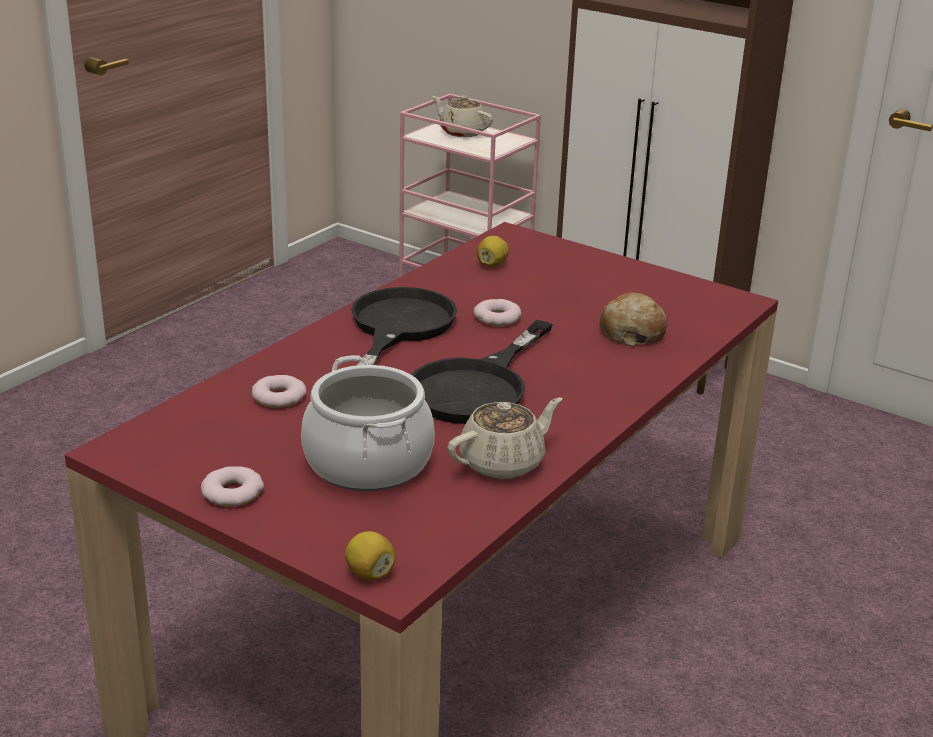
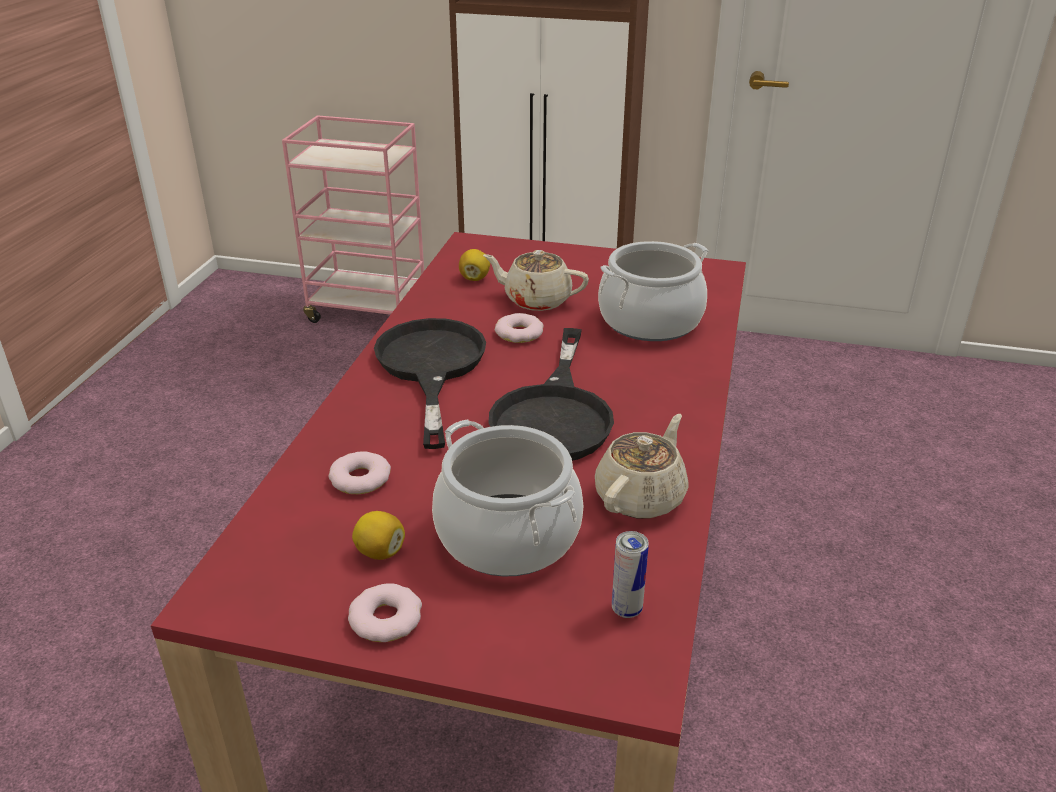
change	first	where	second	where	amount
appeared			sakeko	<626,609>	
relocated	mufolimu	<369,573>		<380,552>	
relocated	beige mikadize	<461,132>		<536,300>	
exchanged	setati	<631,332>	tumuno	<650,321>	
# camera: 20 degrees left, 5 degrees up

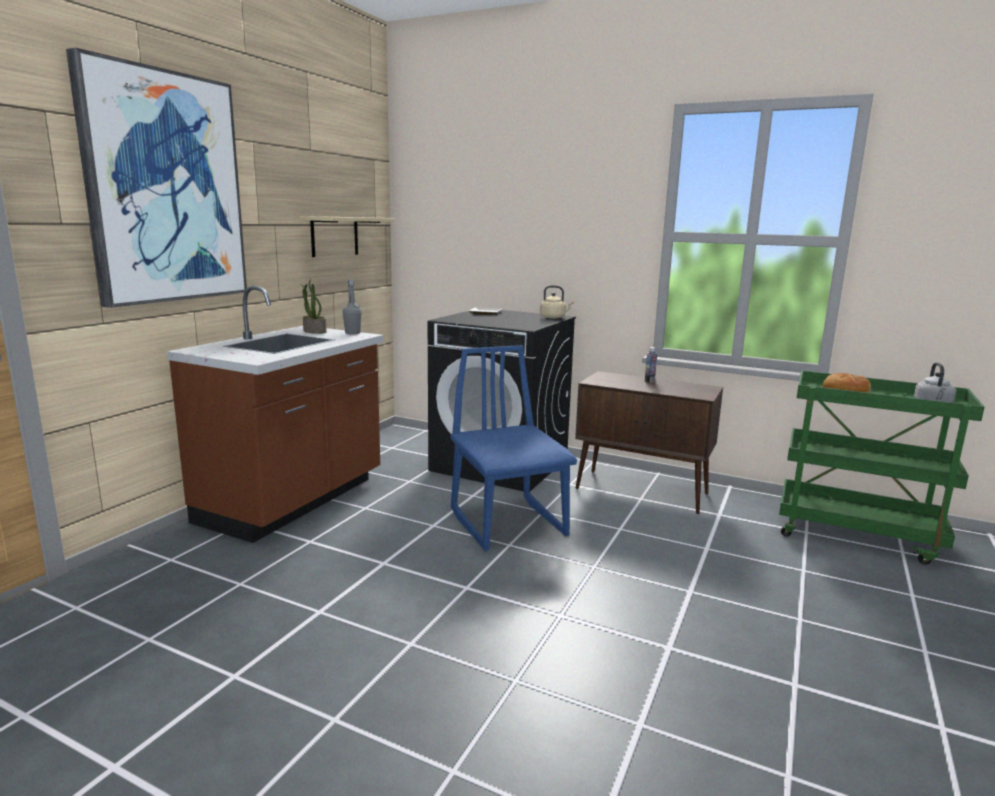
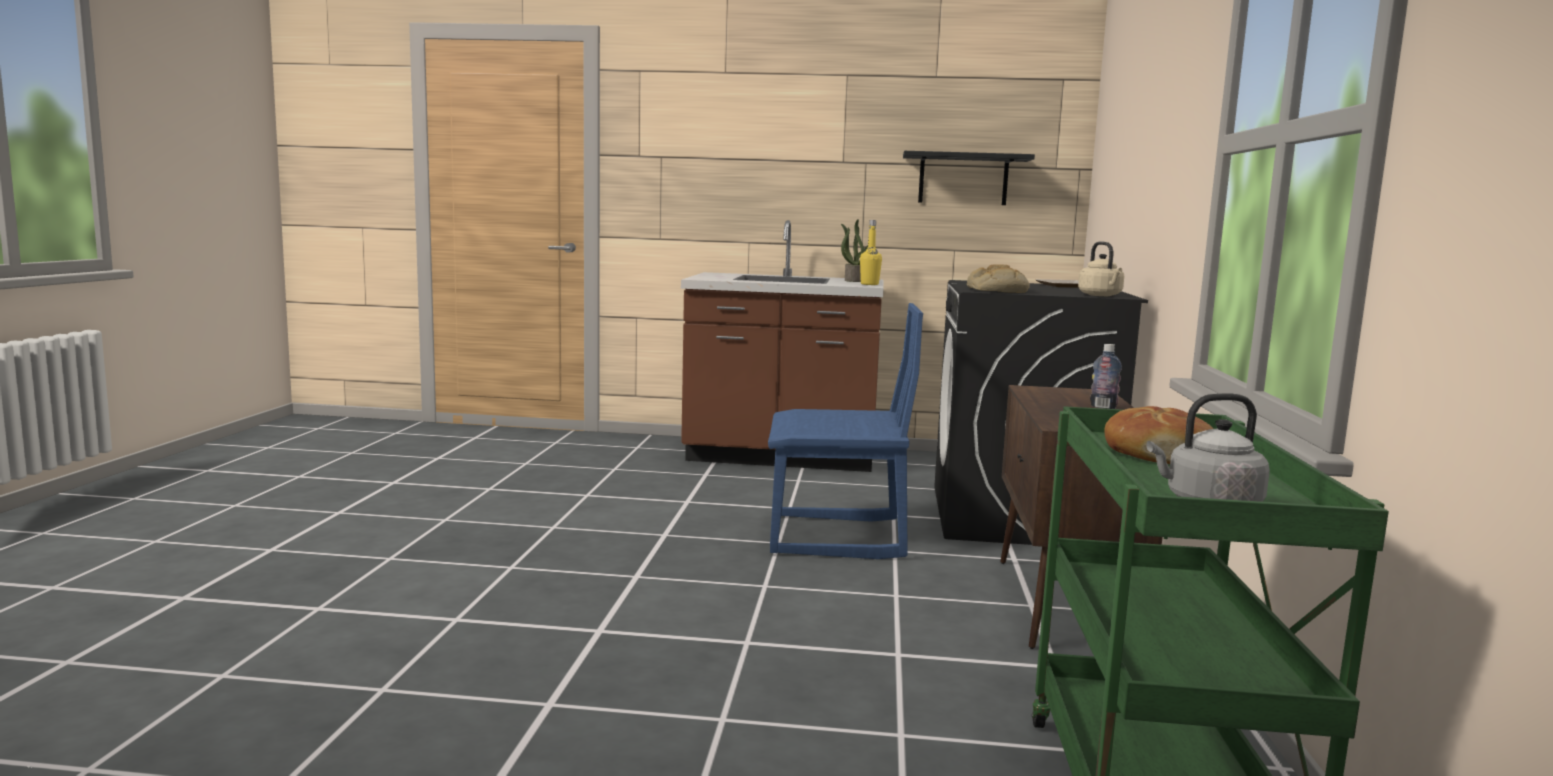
change	first	where	second	where	amount
missing	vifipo	<165,188>			
appeared			setati	<996,290>	
colour	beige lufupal	<334,236>	black lufupal	<963,179>	
colour	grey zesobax	<352,333>	yellow zesobax	<869,284>	
spun	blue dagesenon	<509,523>		<836,537>	45 degrees clockwise
# camera: 70 degrees right, 5 degrees down

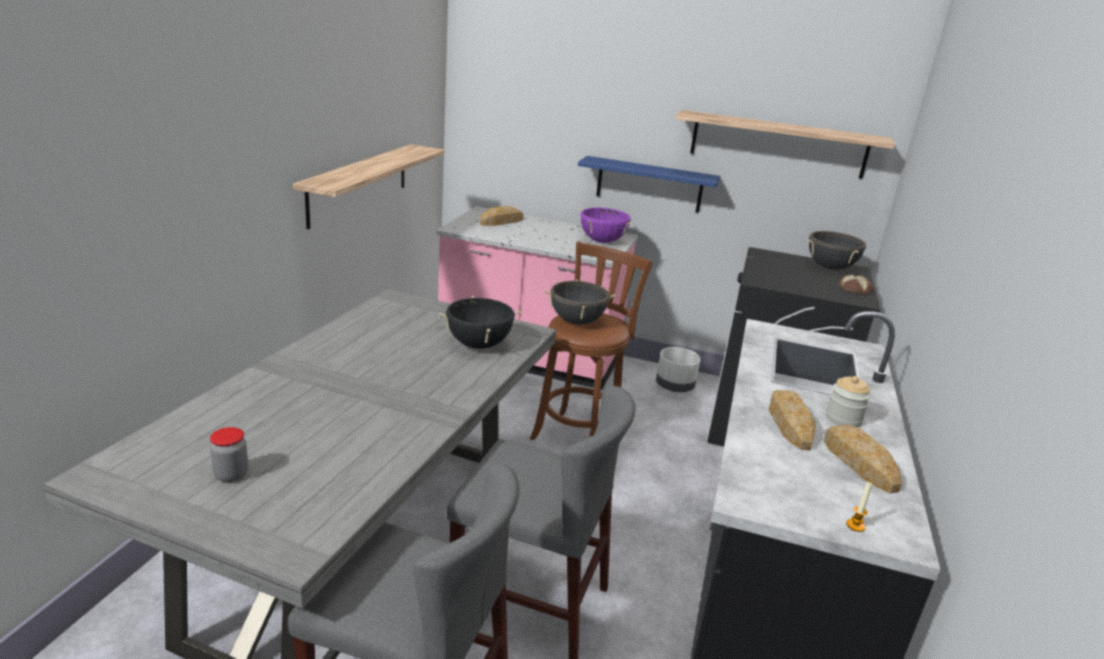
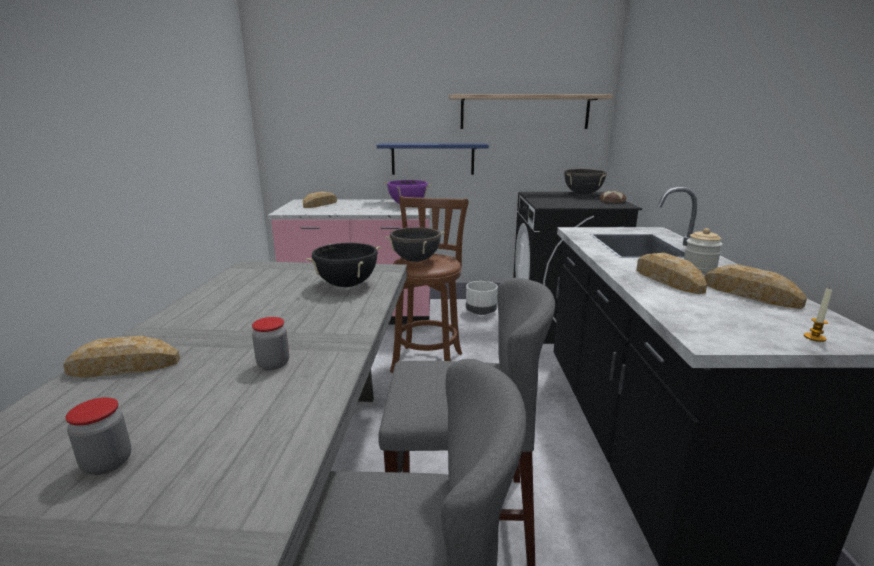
change	first	where	second	where	amount
missing	lufupal	<359,183>			
appeared			setati	<124,366>	
appeared			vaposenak	<273,364>	
# camera: 15 degrees left, 5 degrees down

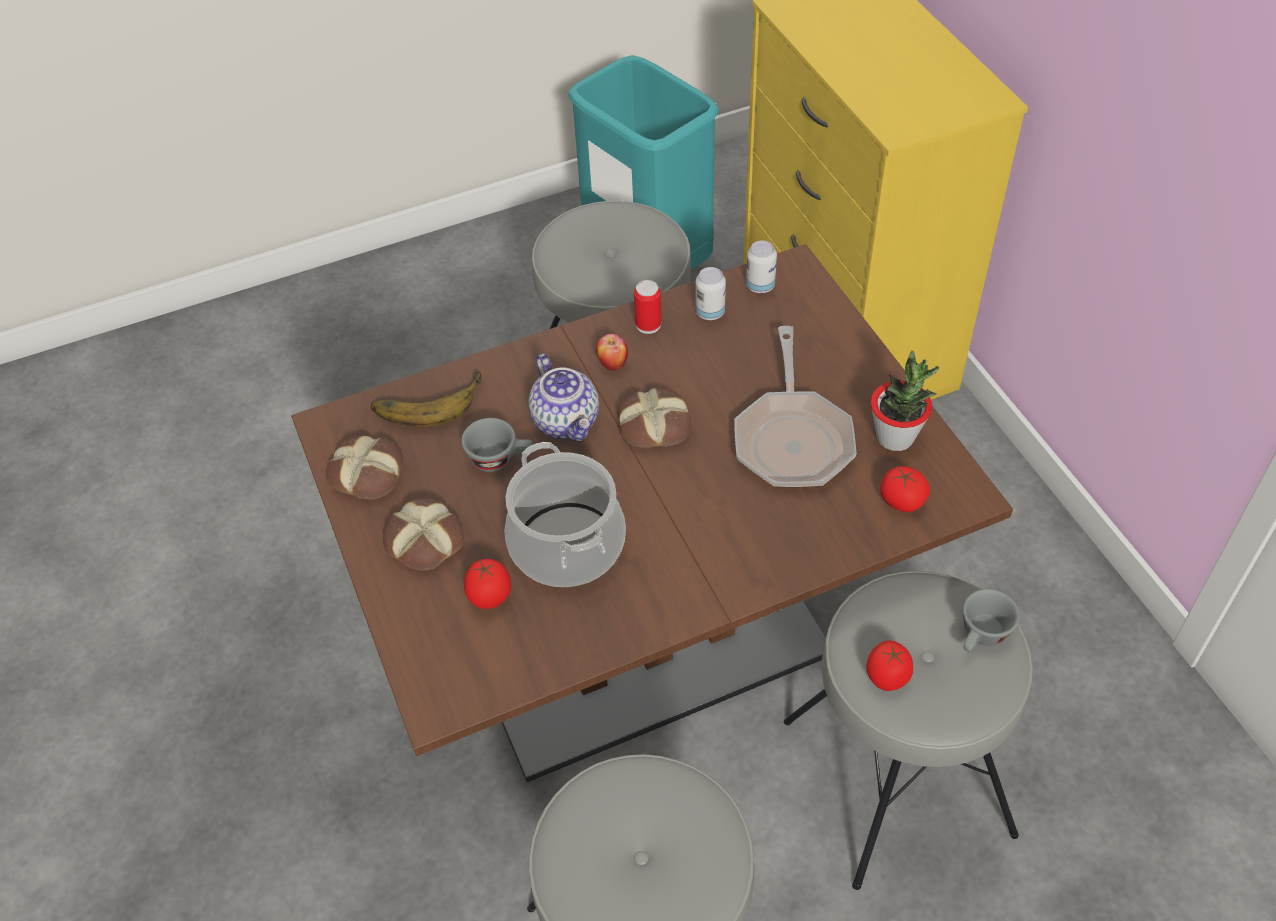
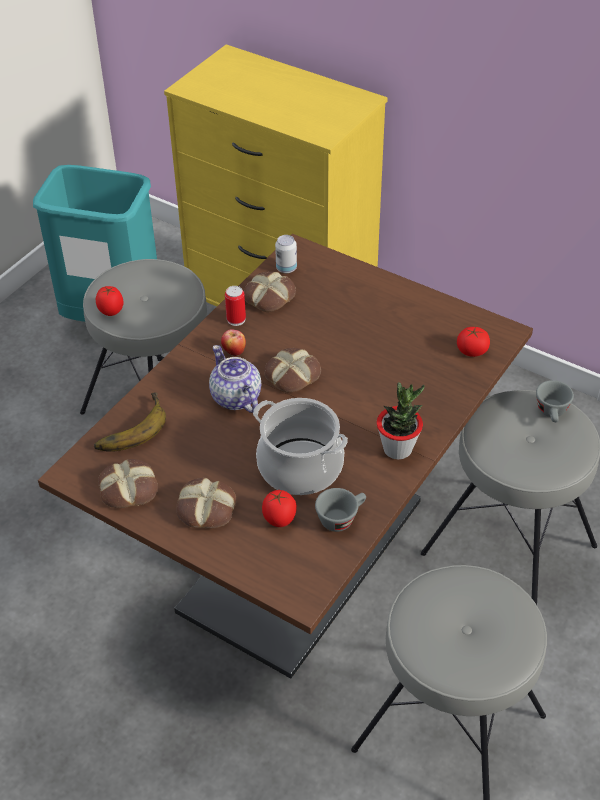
change	first	where	second	where	amount
missing	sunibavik	<792,438>			
relocated	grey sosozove	<500,458>		<341,518>	
relocated	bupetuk	<887,677>		<111,311>	
relocated	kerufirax	<895,437>		<398,449>	
exchanged	sakeko	<710,312>	setati	<269,296>	
spun	mikadize	<567,421>		<235,397>	150 degrees counterclockwise
# camera: 35 degrees left, 5 degrees down

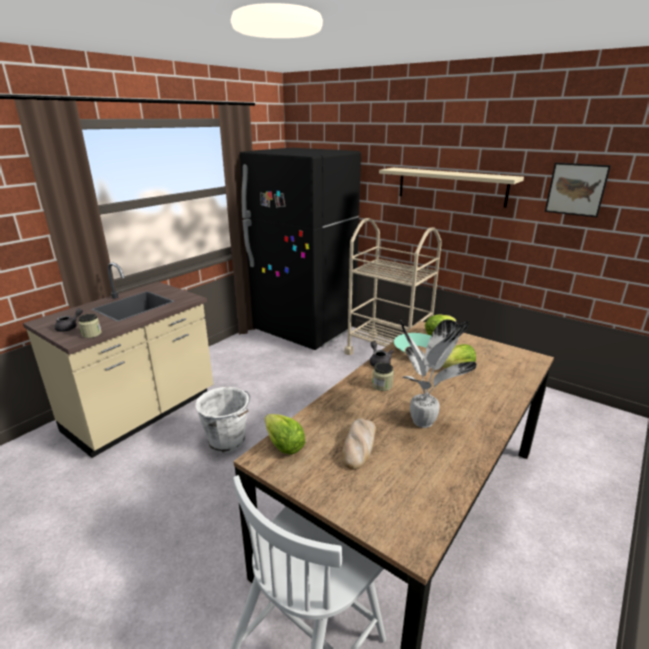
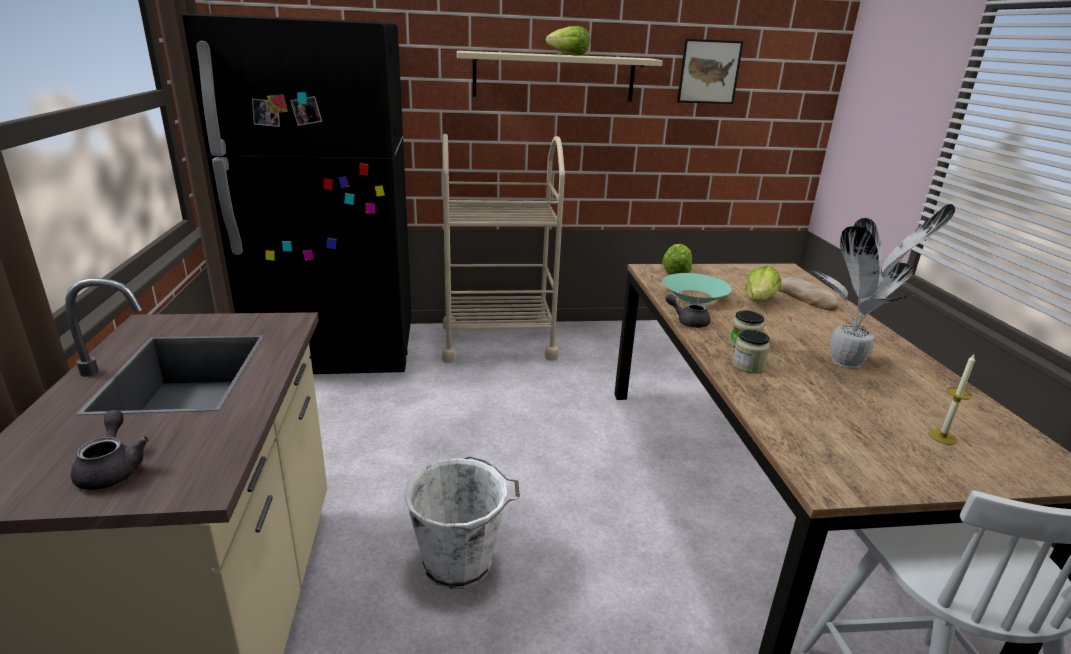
change	first	where	second	where	amount
appeared			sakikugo	<942,437>	
relocated	vaposenak	<91,334>		<748,365>	
relocated	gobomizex	<284,445>		<569,55>	
relocated	setati	<359,446>		<806,298>	
# camera: 45 degrees left, 0 degrees up

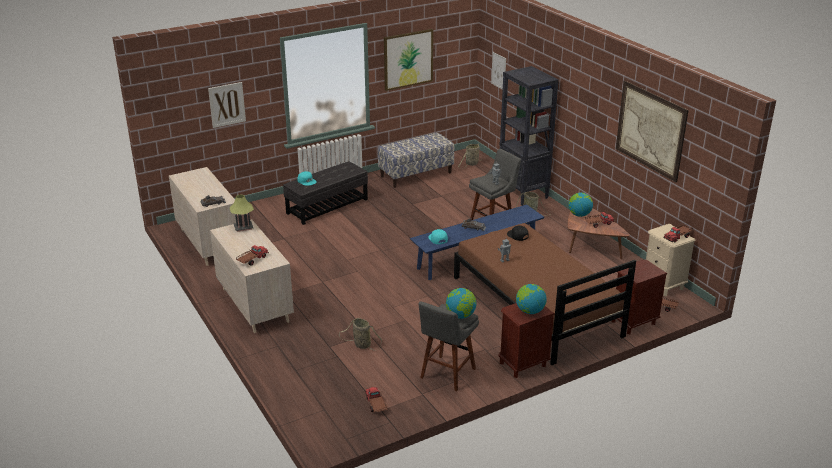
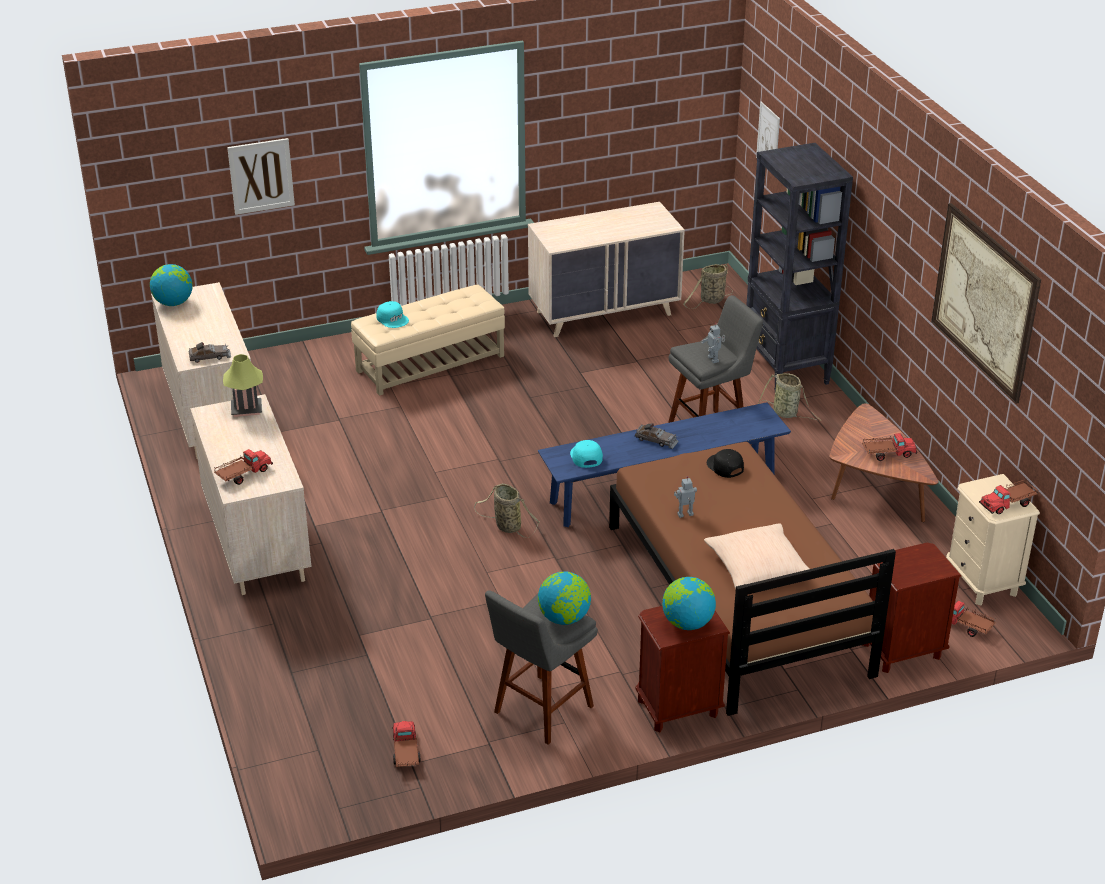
change	first	where	second	where	amount
missing	vifipo	<408,59>			
appeared			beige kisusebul	<757,568>	
relocated	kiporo	<361,344>		<506,526>	
relocated	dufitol	<579,215>		<173,303>	
exchanged	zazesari	<416,174>	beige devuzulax	<604,313>	
colour	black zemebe	<327,206>	beige zemebe	<430,363>	
# camera: 10 degrees right, 5 degrees up

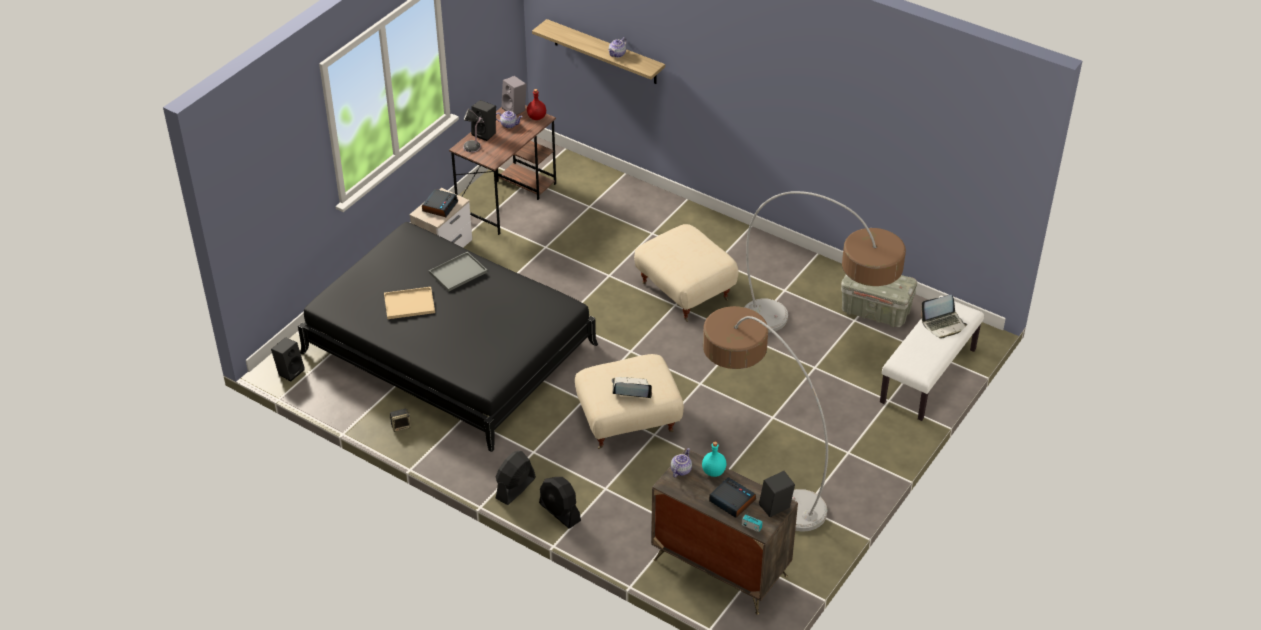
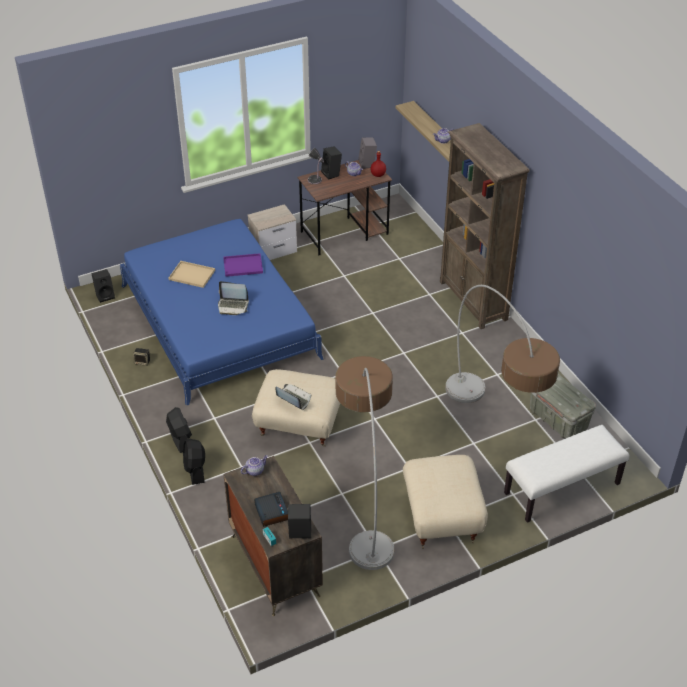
change	first	where	second	where	amount
missing	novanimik	<440,206>			
missing	turquoise zesobax	<713,472>			
appeared			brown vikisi	<473,301>	
relocated	beige zemebe	<686,291>		<443,517>	
relocated	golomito	<943,324>		<233,306>	
colour	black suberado	<449,348>	blue suberado	<219,321>	
colour	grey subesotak	<457,273>	purple subesotak	<242,266>	
spun	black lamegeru	<515,488>		<180,438>	90 degrees clockwise
# camera: 30 degrees right, 0 degrees up

